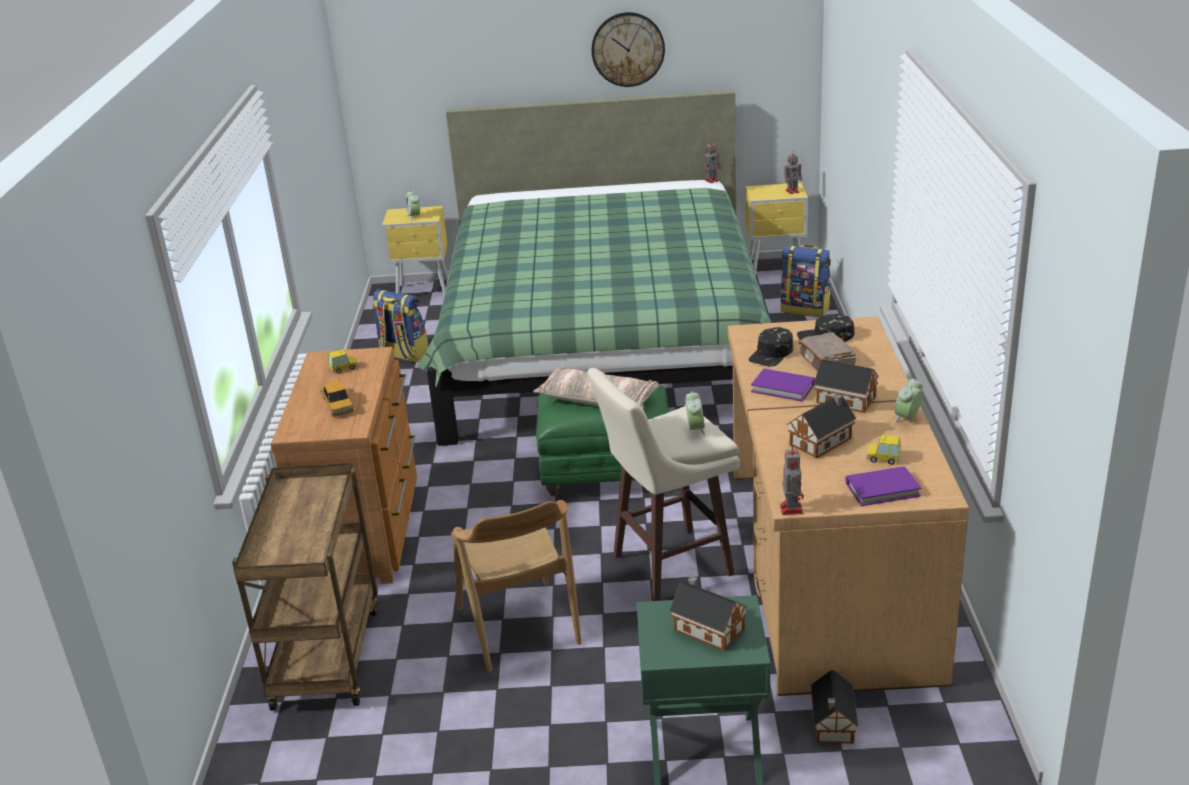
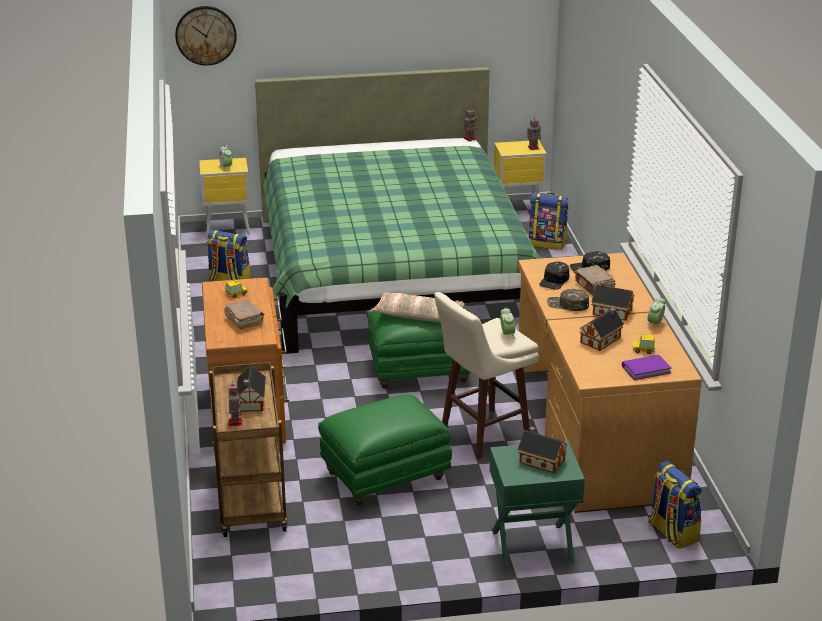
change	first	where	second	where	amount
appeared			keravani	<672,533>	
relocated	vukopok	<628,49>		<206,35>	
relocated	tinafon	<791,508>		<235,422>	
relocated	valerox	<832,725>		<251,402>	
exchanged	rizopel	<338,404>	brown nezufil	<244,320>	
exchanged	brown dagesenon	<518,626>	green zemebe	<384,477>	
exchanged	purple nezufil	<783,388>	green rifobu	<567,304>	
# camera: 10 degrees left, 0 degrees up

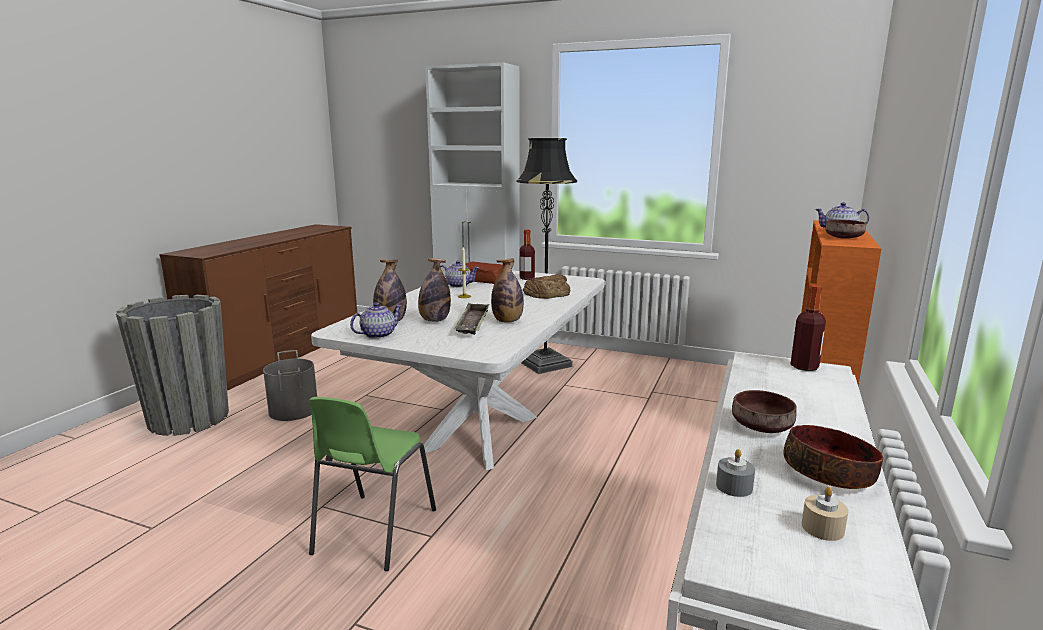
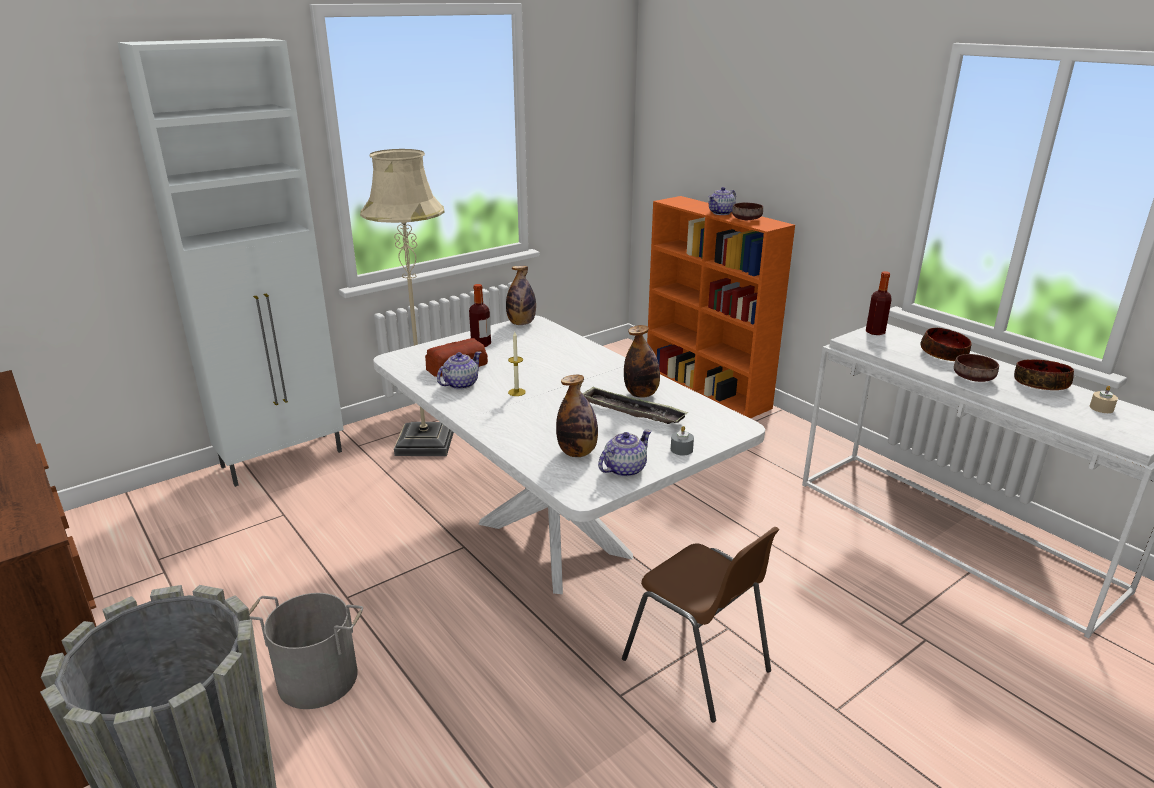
change	first	where	second	where	amount
missing	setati	<547,293>			
appeared			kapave	<944,355>	
relocated	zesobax	<434,320>		<521,323>	
relocated	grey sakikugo	<734,486>		<681,449>	
colour	green dagesenon	<373,532>	brown dagesenon	<697,665>	
colour	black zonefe	<545,364>	beige zonefe	<425,443>	
spun	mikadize	<377,335>		<624,469>	60 degrees clockwise
# camera: 60 degrees left, 10 degrees up

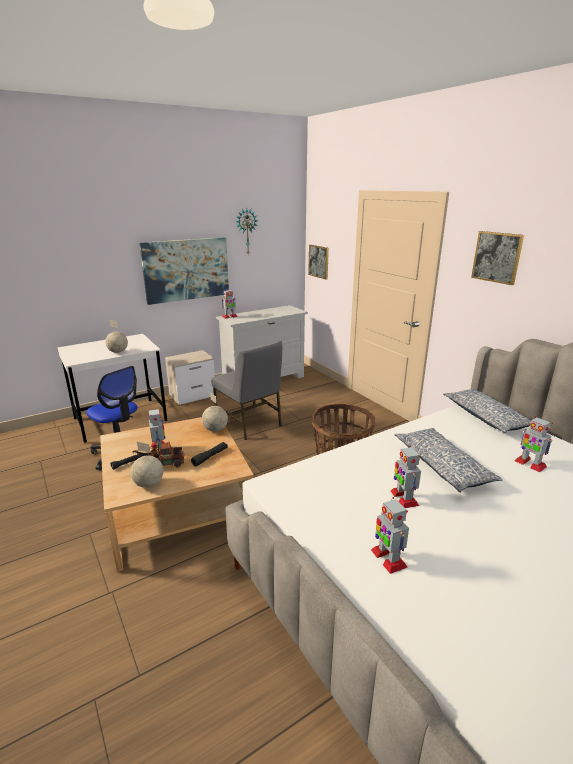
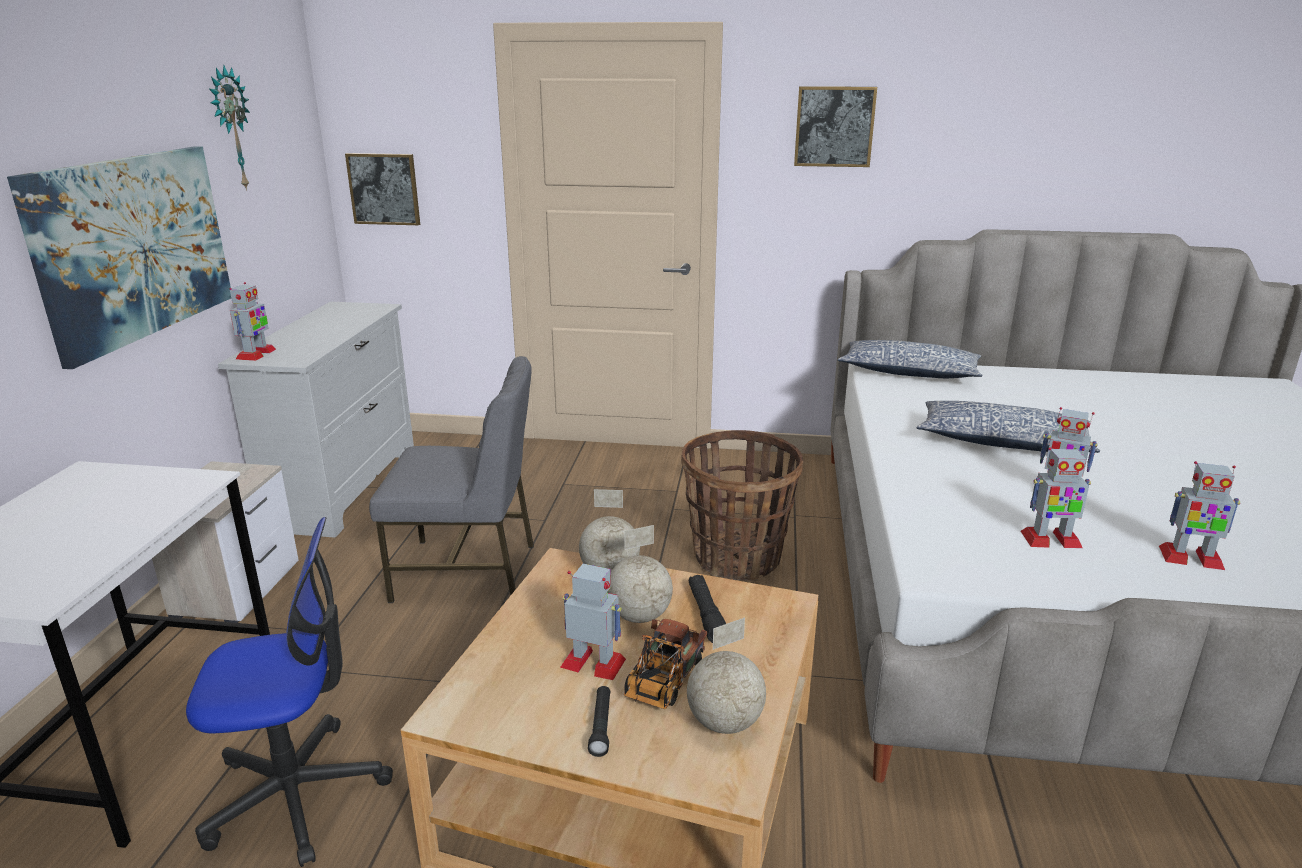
change	first	where	second	where	amount
relocated	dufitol	<118,352>		<638,616>	
relocated	tinafon	<529,463>		<1050,540>	
# camera: 50 degrees left, 0 degrees up

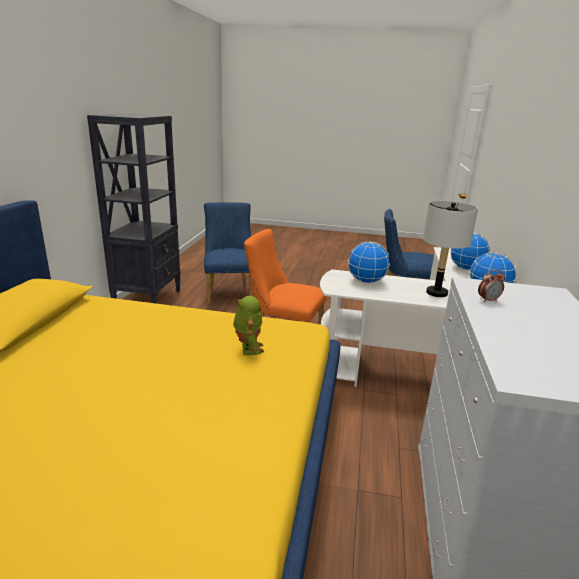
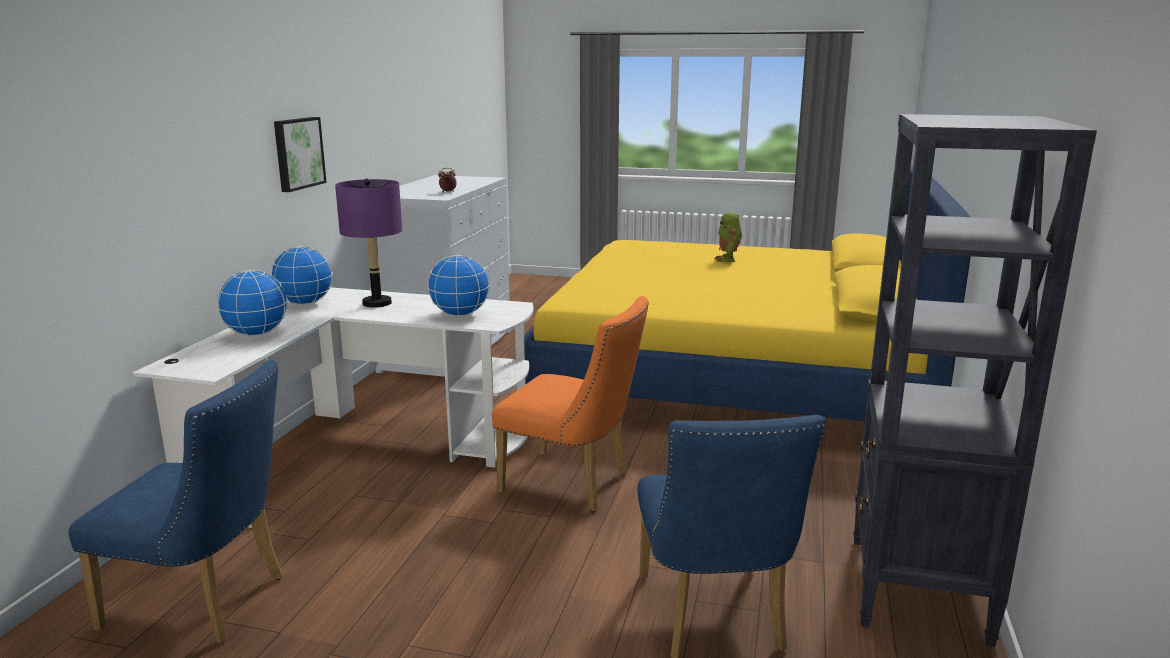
change	first	where	second	where	amount
appeared			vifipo	<297,153>	
relocated	tinafon	<248,348>		<728,259>	
colour	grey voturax	<436,293>	purple voturax	<377,303>	
# camera: 175 degrees left, 5 degrees down

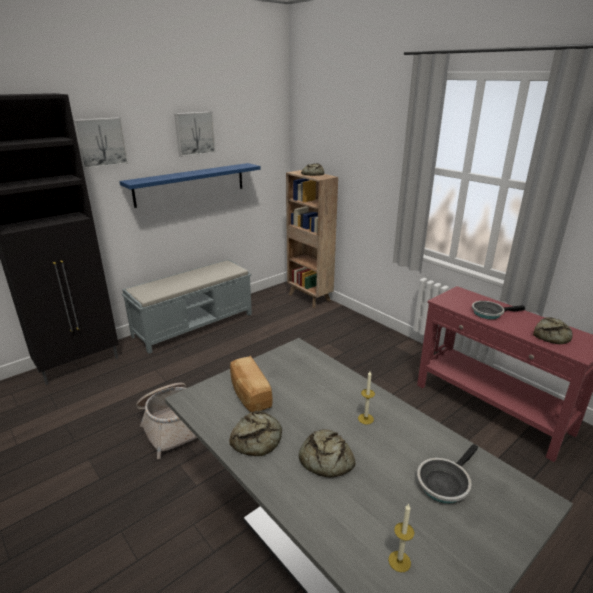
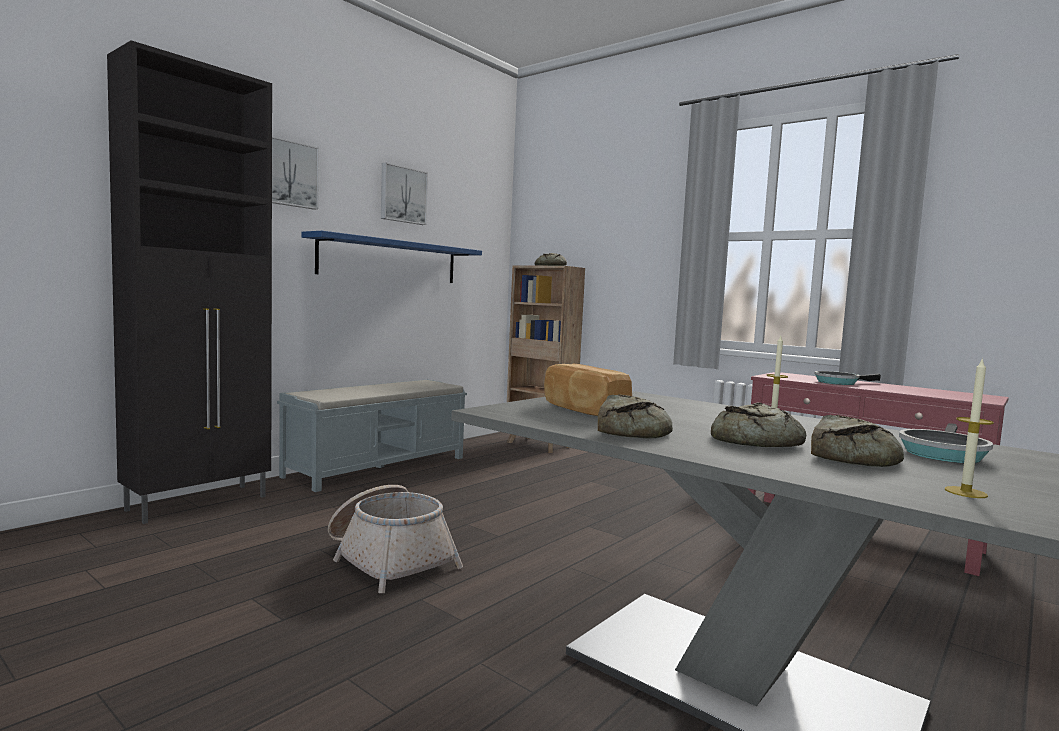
change	first	where	second	where	amount
relocated	setati	<552,335>		<855,456>	
# camera: 10 degrees left, 20 degrees down

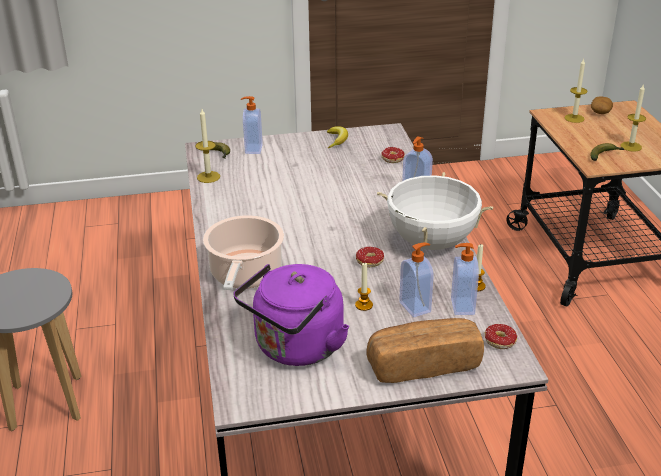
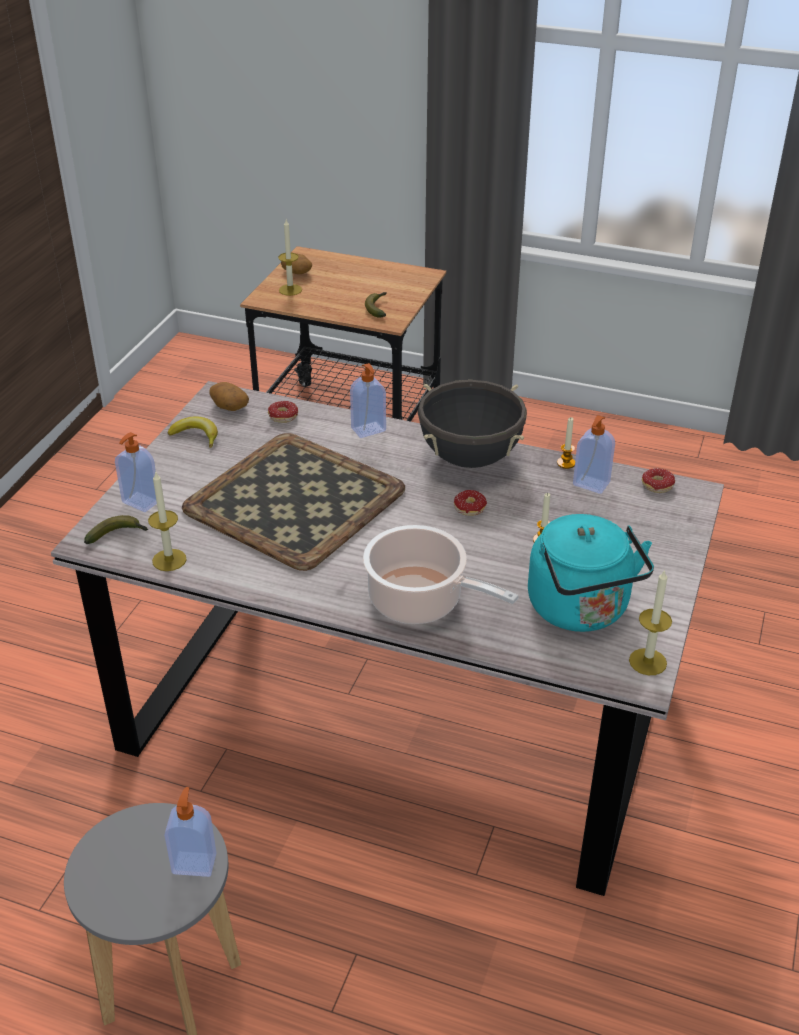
change	first	where	second	where	amount
missing	setati	<423,364>			
appeared			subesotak	<295,501>	
appeared			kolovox	<229,406>	
relocated	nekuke	<416,307>		<194,862>	
relocated	sakikugo	<631,146>		<647,662>	
colour	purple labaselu	<296,348>	turquoise labaselu	<581,610>	
colour	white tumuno	<431,242>	black tumuno	<470,458>	
# camera: 60 degrees left, 5 degrees up

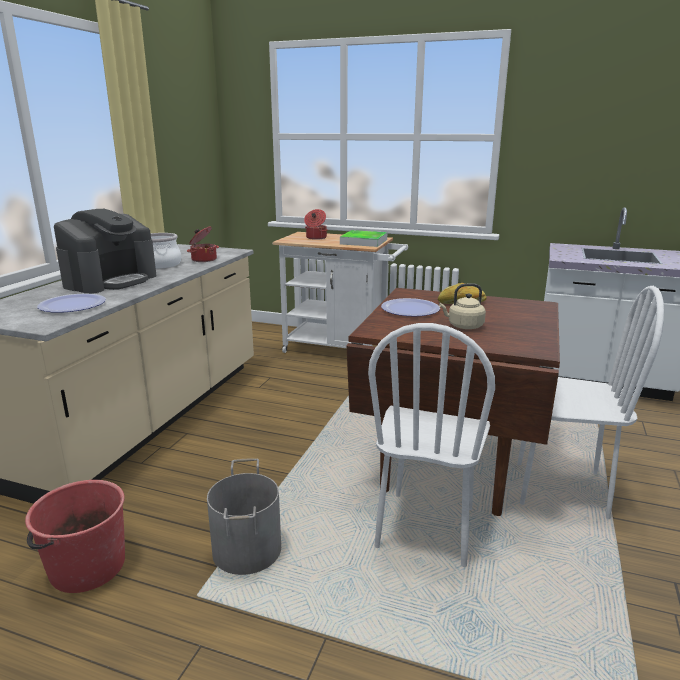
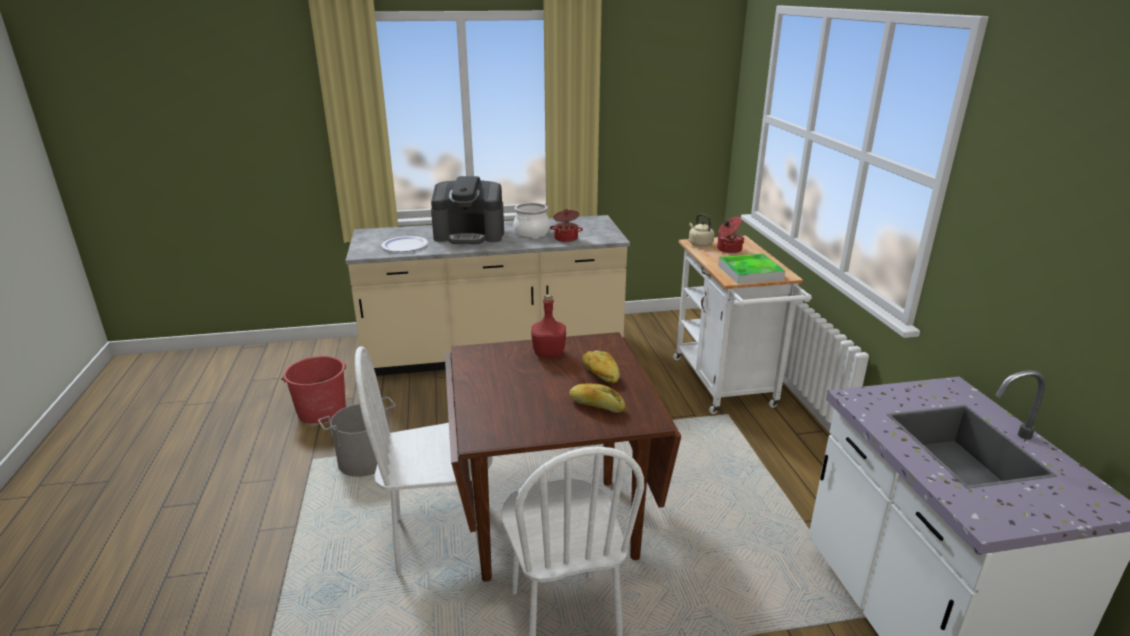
change	first	where	second	where	amount
appeared			setati	<596,405>	
relocated	beige labaselu	<463,326>		<699,244>	
exchanged	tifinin	<410,309>	red zesobax	<549,353>	
# camera: 60 degrees right, 5 degrees up

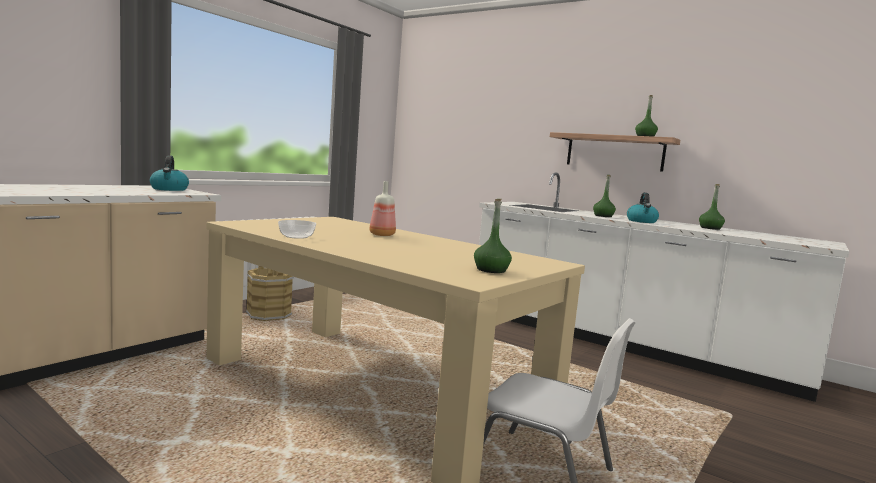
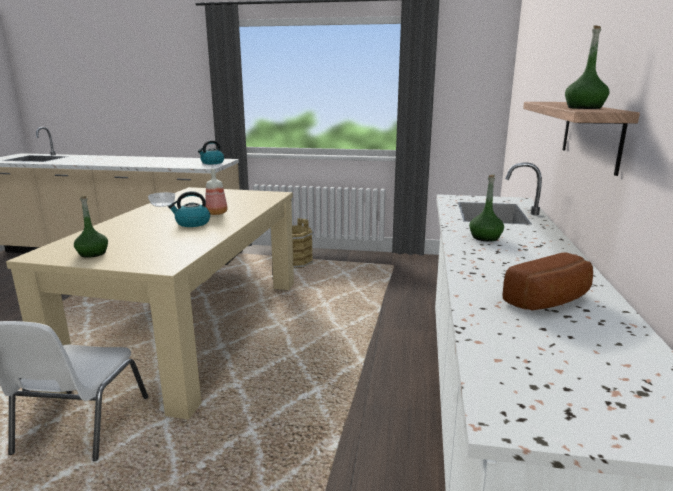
change	first	where	second	where	amount
relocated	labaselu	<642,221>		<192,223>	
exchanged	green zesobax	<710,228>	setati	<551,301>	
# camera: 65 degrees right, 10 degrees up

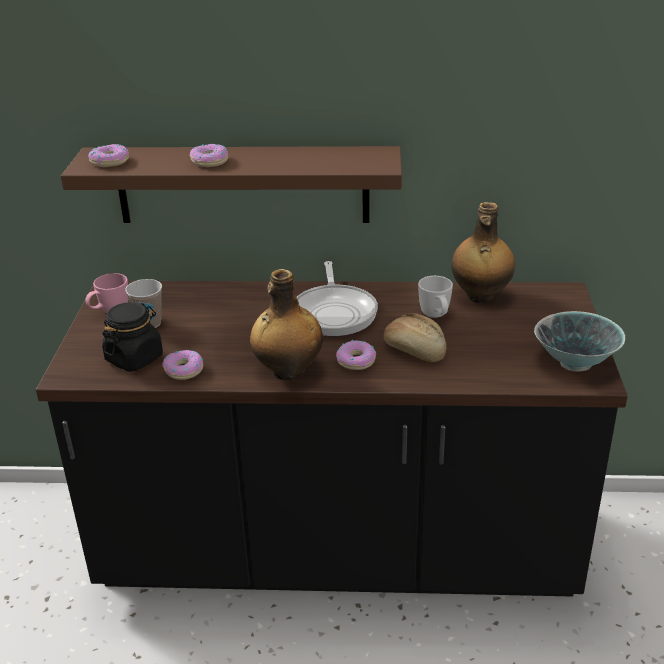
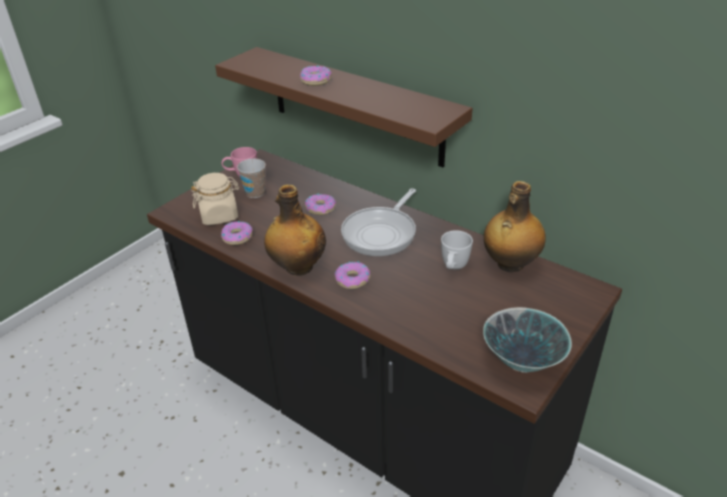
change	first	where	second	where	amount
missing	setati	<415,350>			
relocated	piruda	<110,161>		<320,208>	
colour	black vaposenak	<134,358>	beige vaposenak	<219,215>	
# camera: 35 degrees right, 5 degrees up

